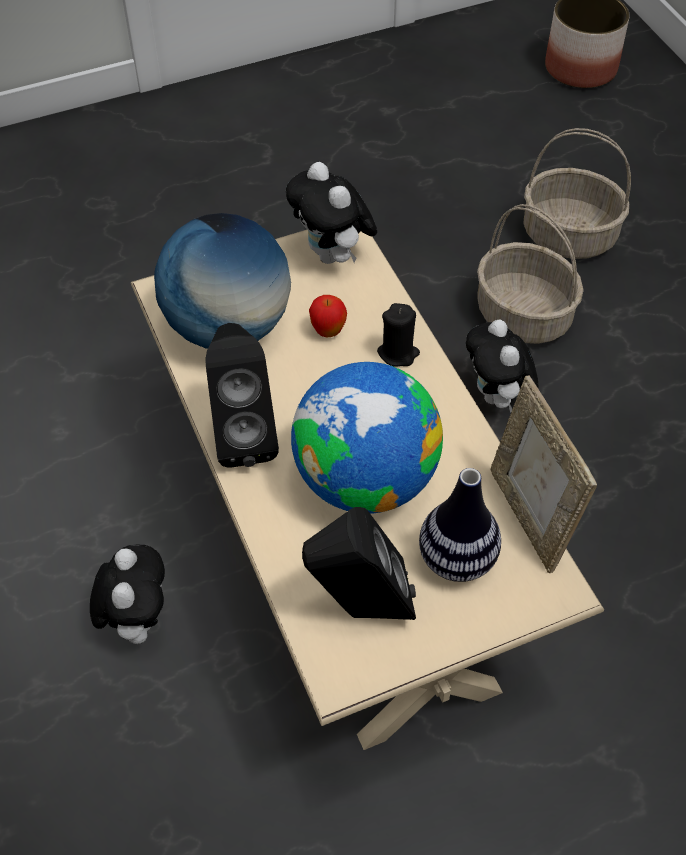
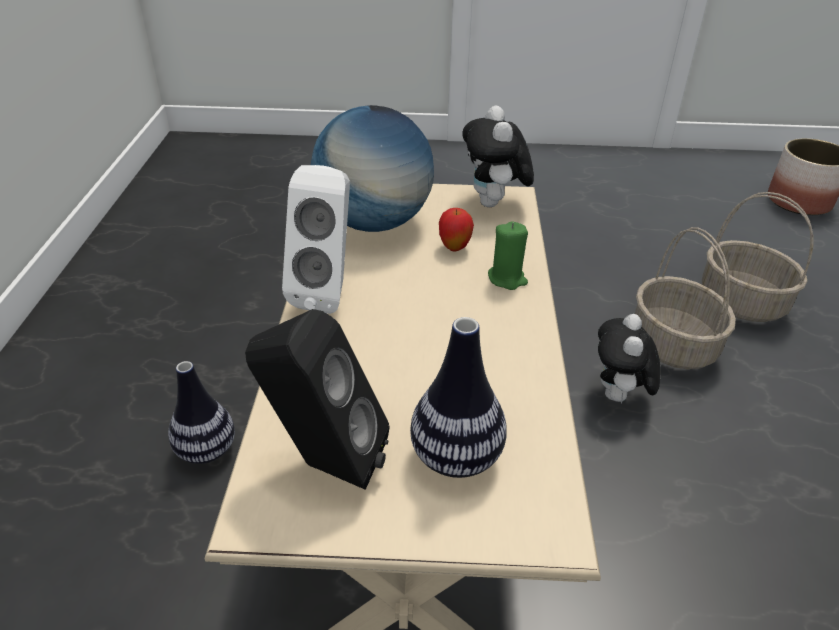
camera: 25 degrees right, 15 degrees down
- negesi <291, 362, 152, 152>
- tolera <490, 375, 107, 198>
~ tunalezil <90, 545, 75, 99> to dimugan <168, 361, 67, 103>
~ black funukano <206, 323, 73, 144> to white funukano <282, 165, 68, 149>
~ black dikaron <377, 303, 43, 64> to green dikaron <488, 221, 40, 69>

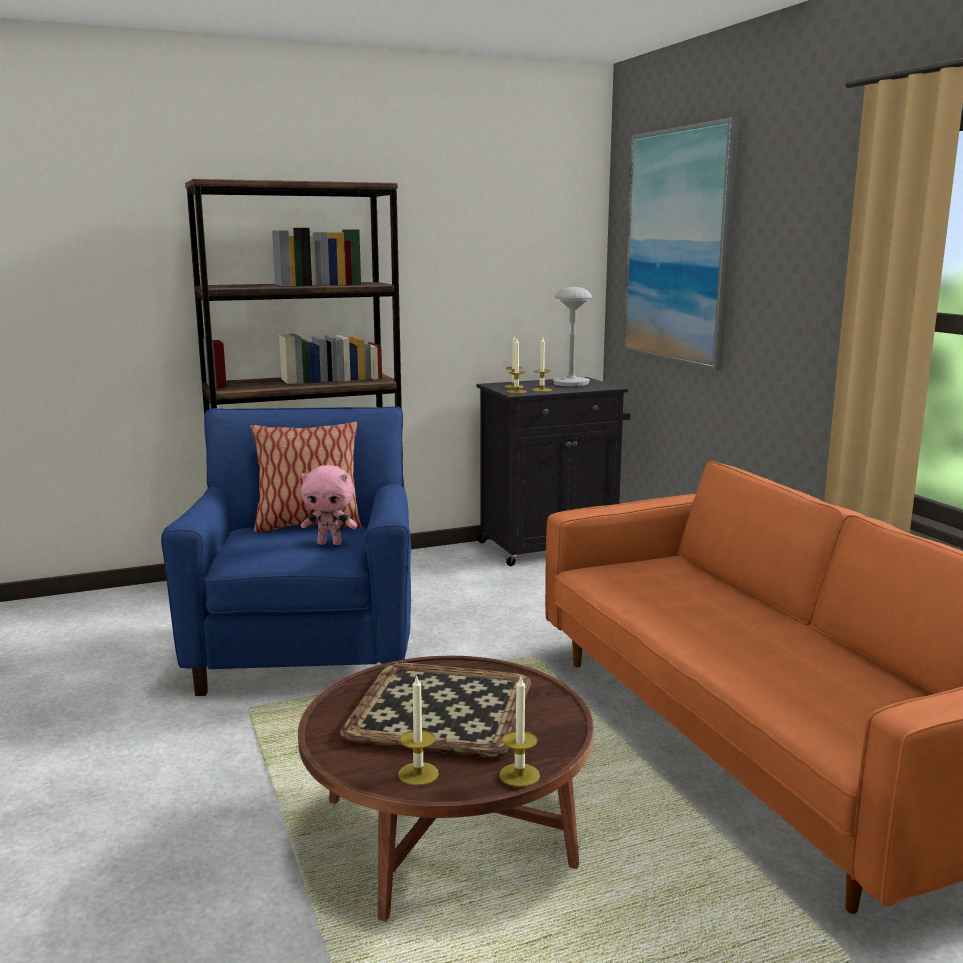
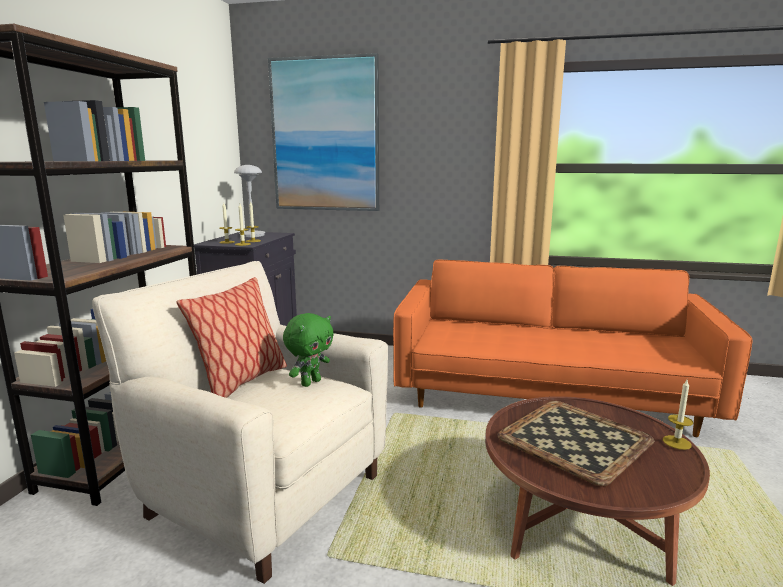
camera: 55 degrees left, 0 degrees up
- dikaron <399, 675, 40, 111>
~ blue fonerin <161, 406, 250, 290> to beige fonerin <92, 261, 296, 323>
~ pink tunalezil <301, 465, 56, 80> to green tunalezil <283, 313, 51, 74>

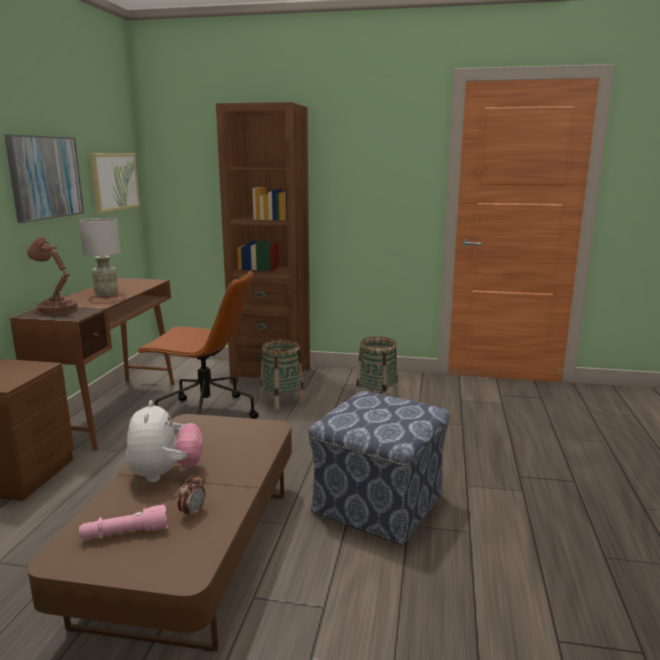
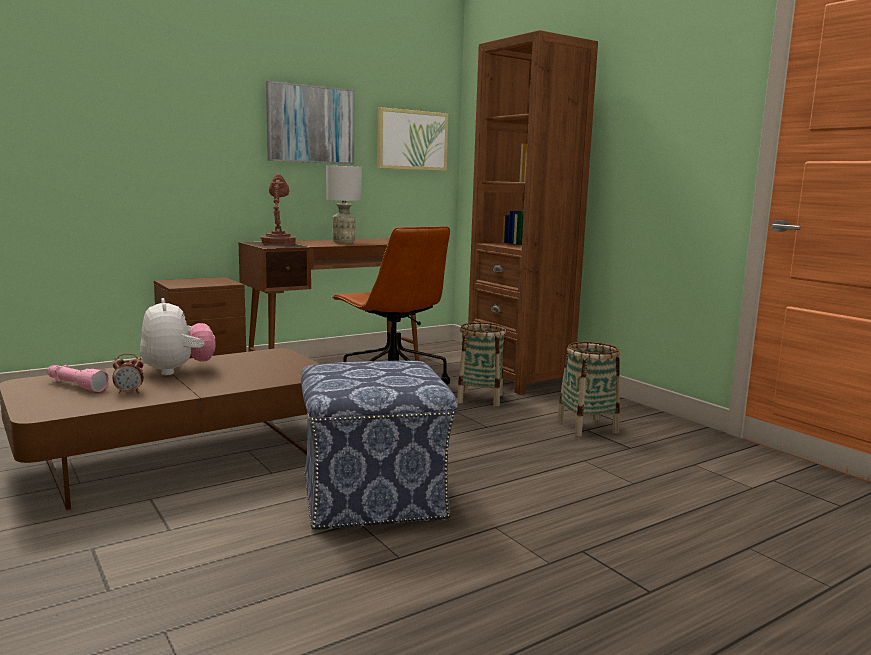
camera: 45 degrees right, 5 degrees down
~ tunalezil <126, 400, 76, 82> = <140, 298, 76, 77> 60 degrees counterclockwise

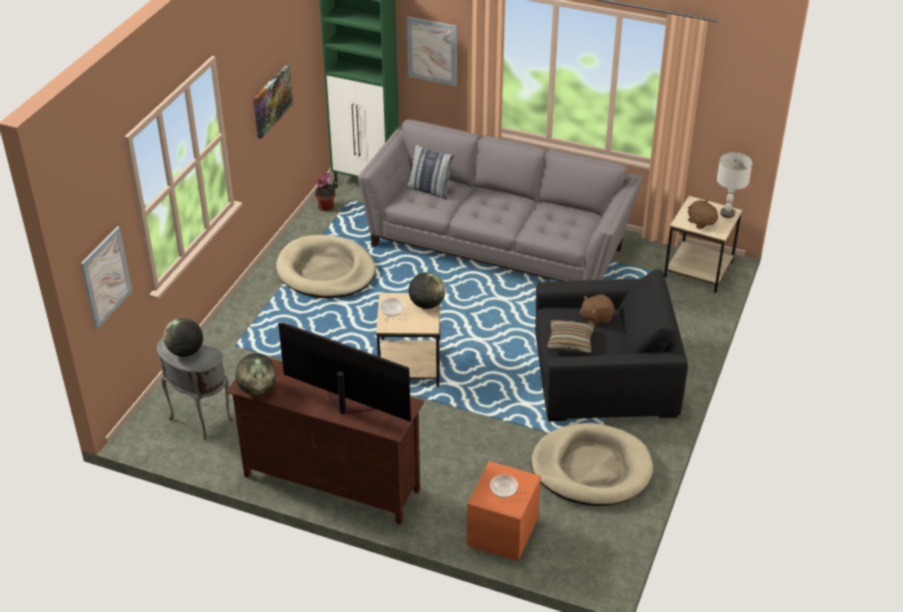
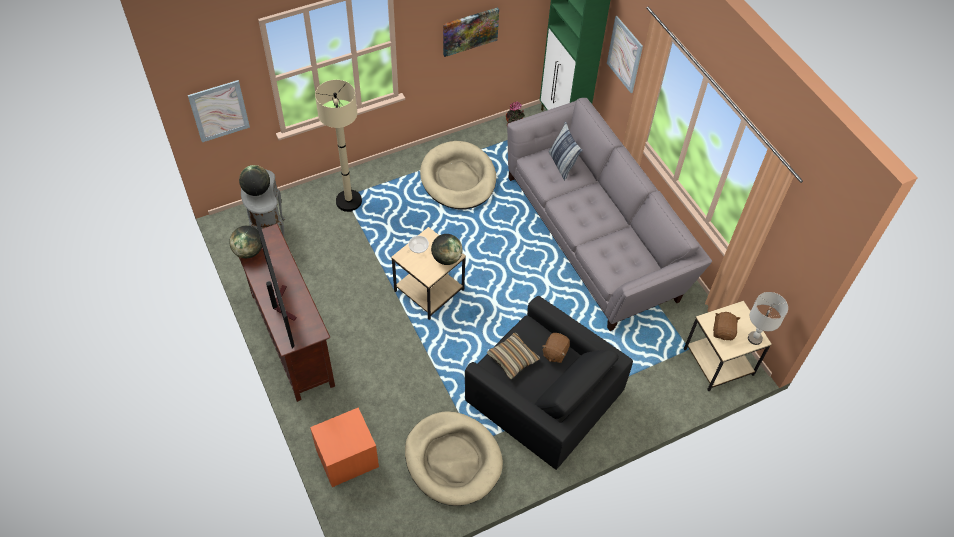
camera: 40 degrees right, 15 degrees up
- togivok <490, 475, 28, 23>
+ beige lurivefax <315, 80, 47, 132>
~ brown tunalezil <579, 294, 36, 31> = <542, 333, 28, 30> 90 degrees counterclockwise

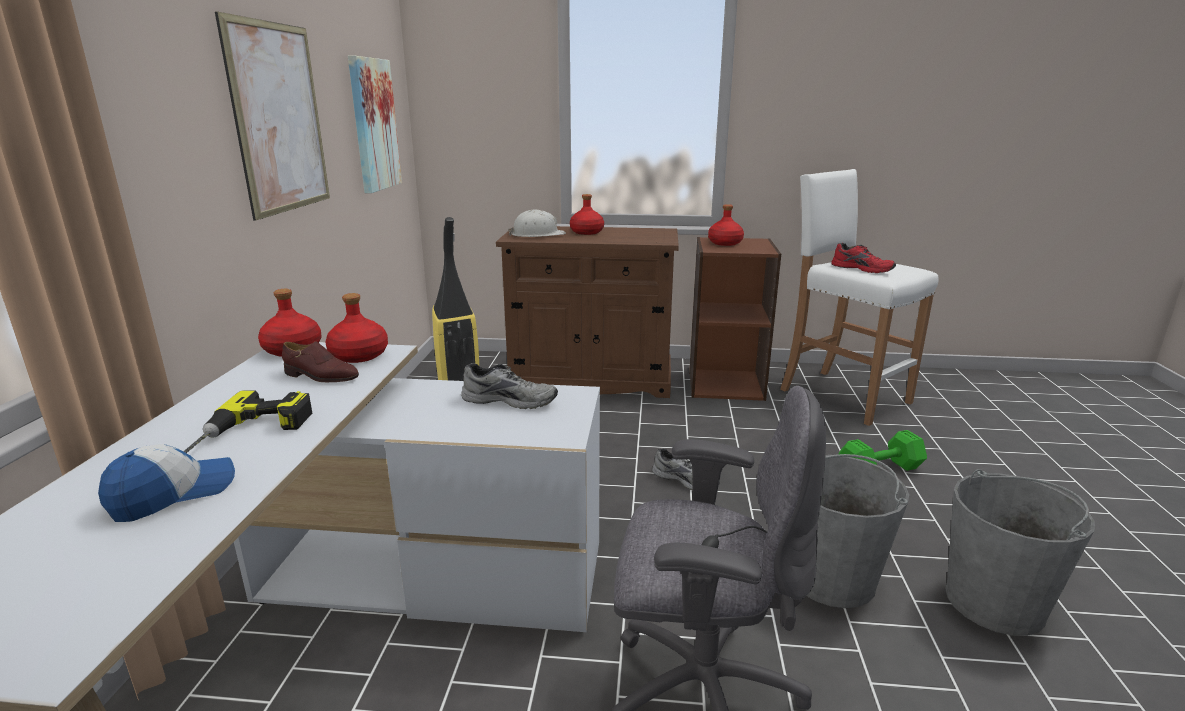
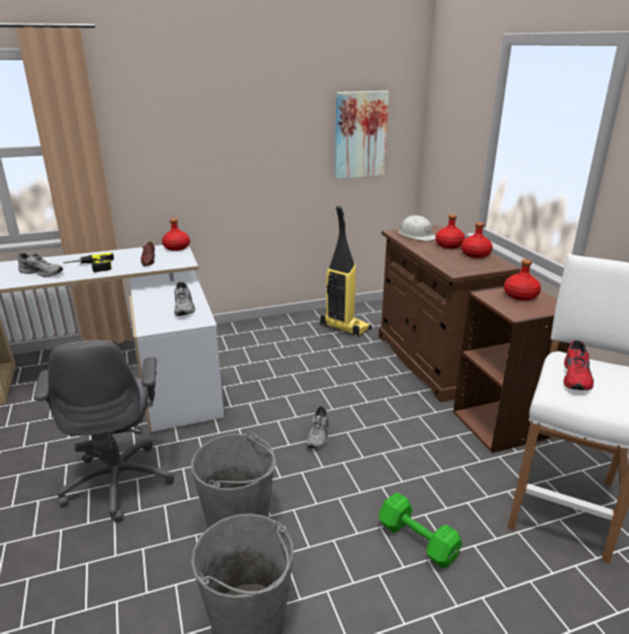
camera: 65 degrees right, 5 degrees up
- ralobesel <215, 11, 115, 210>
~ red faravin <325, 293, 63, 70> to <461, 222, 32, 36>
~ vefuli <98, 444, 137, 78> to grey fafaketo <18, 253, 45, 24>

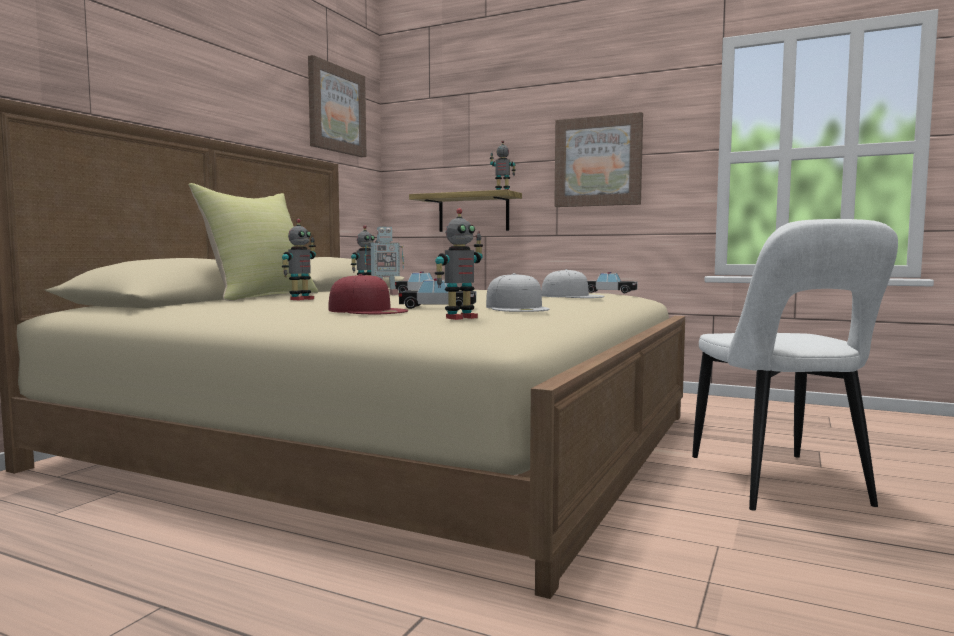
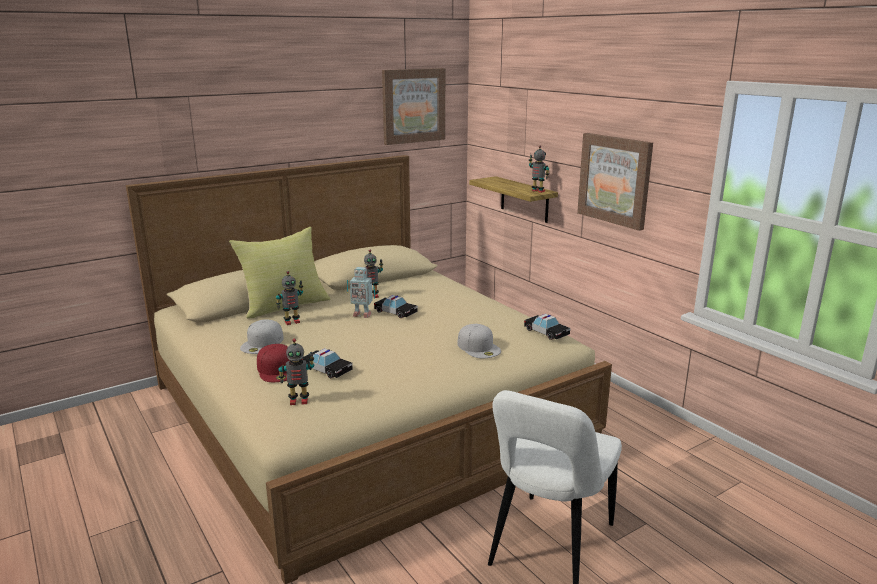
camera: 30 degrees right, 15 degrees up
~ white vefuli <486, 273, 64, 39> to <240, 320, 44, 34>

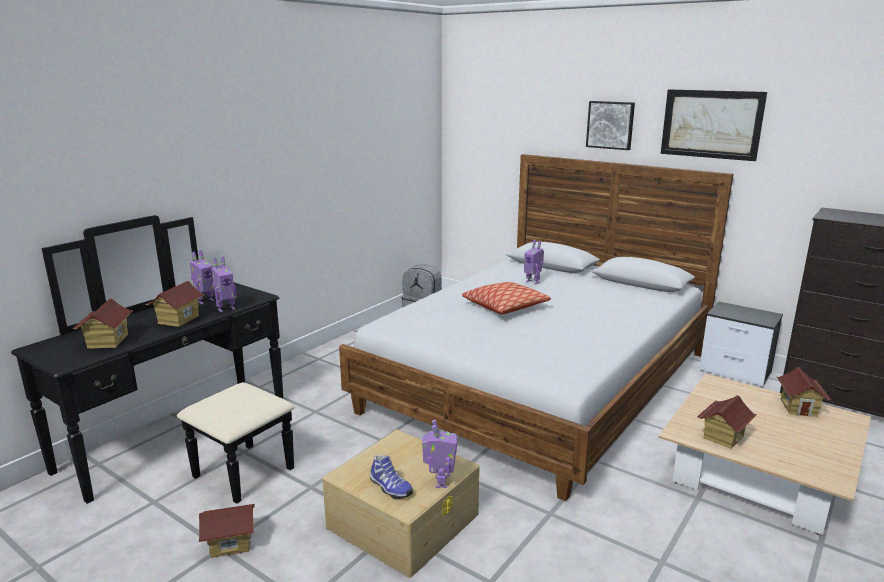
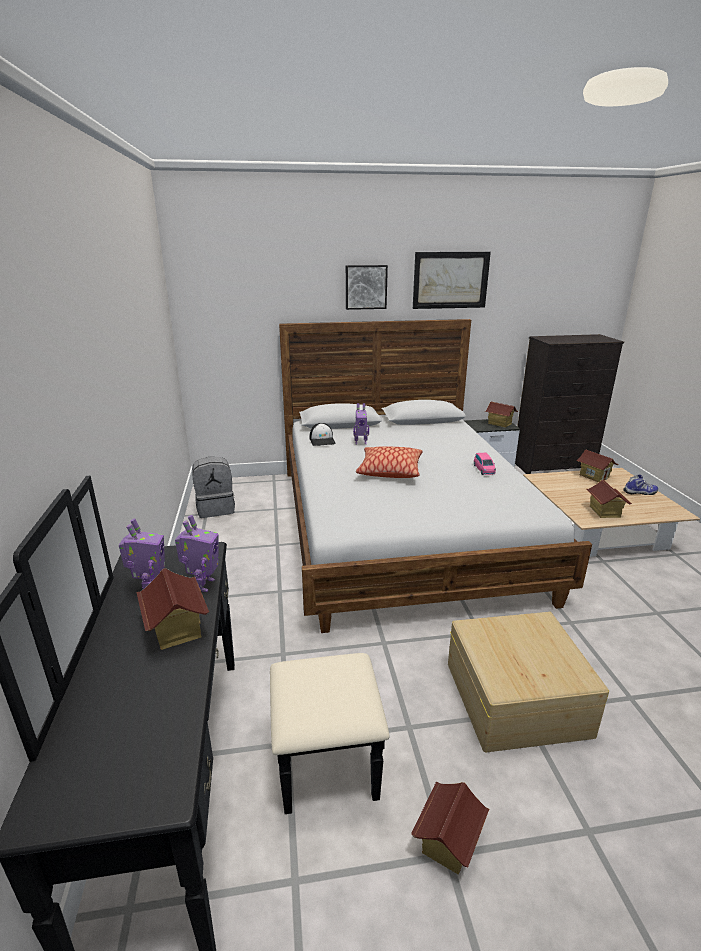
camera: 45 degrees left, 5 degrees up
- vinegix <422, 420, 35, 68>
+ vefuli <309, 423, 27, 23>
+ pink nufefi <474, 453, 22, 22>
~ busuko <72, 299, 61, 50> to <485, 402, 33, 26>
~ fafaketo <370, 455, 43, 44> to <623, 474, 35, 21>

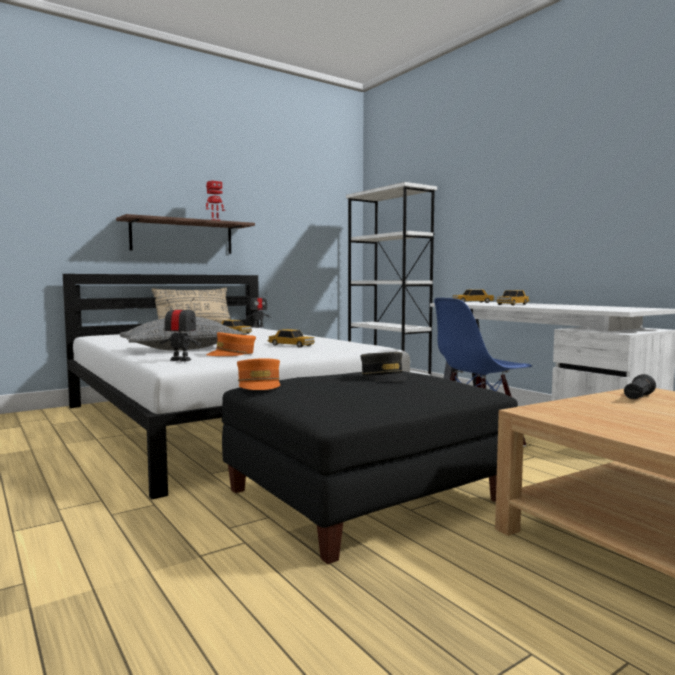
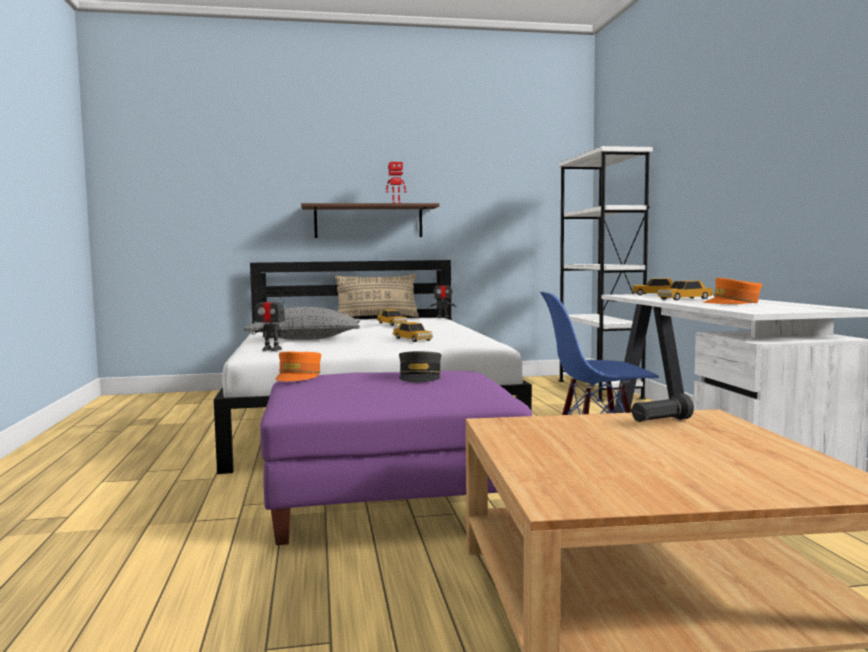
camera: 25 degrees right, 0 degrees up
~ orange vefuli <206, 332, 50, 24> to <703, 278, 59, 26>
~ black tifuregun <222, 371, 296, 193> to purple tifuregun <260, 371, 272, 174>
~ vinegix <160, 298, 41, 63> = <251, 291, 41, 60> 150 degrees clockwise

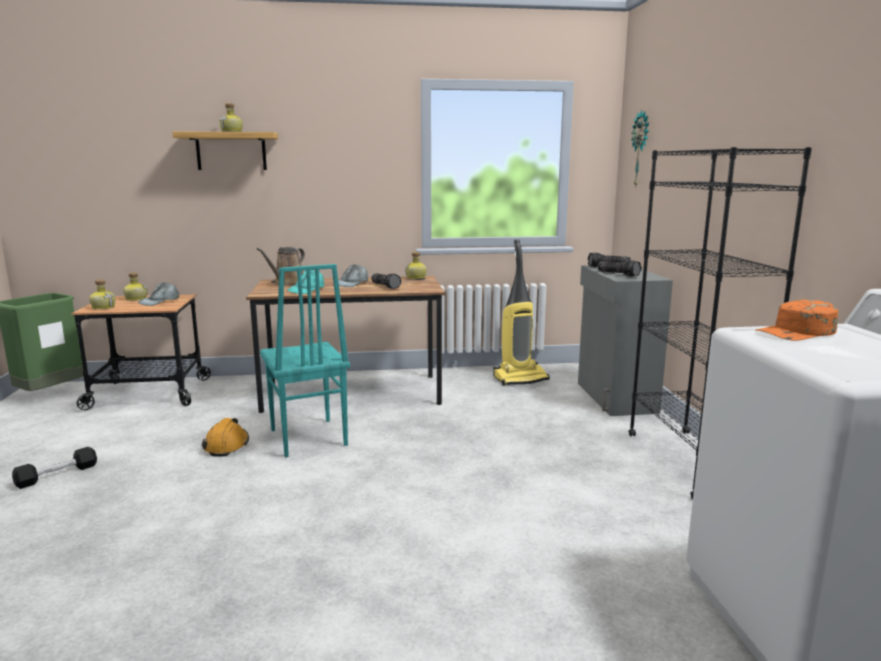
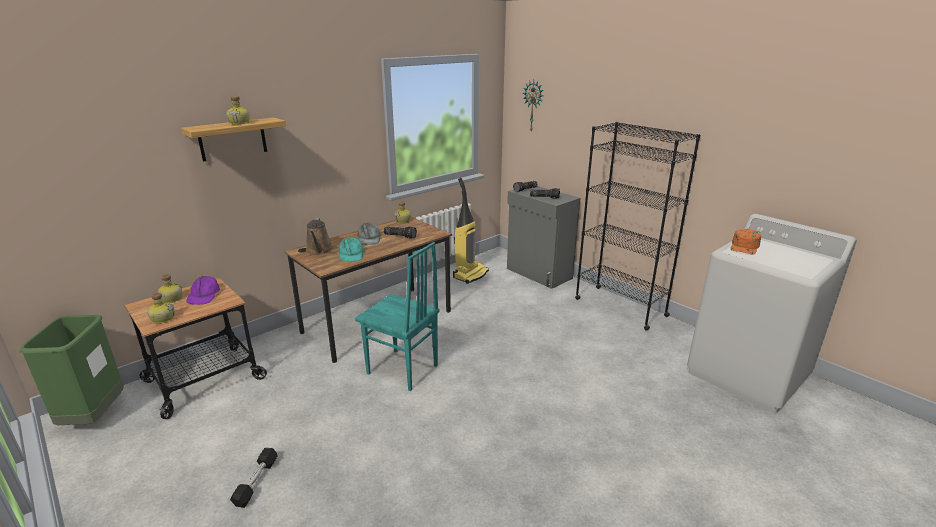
camera: 35 degrees left, 10 degrees up
- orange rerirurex <202, 418, 47, 39>
~ grey vefuli <138, 282, 41, 24> to purple vefuli <186, 276, 34, 29>

